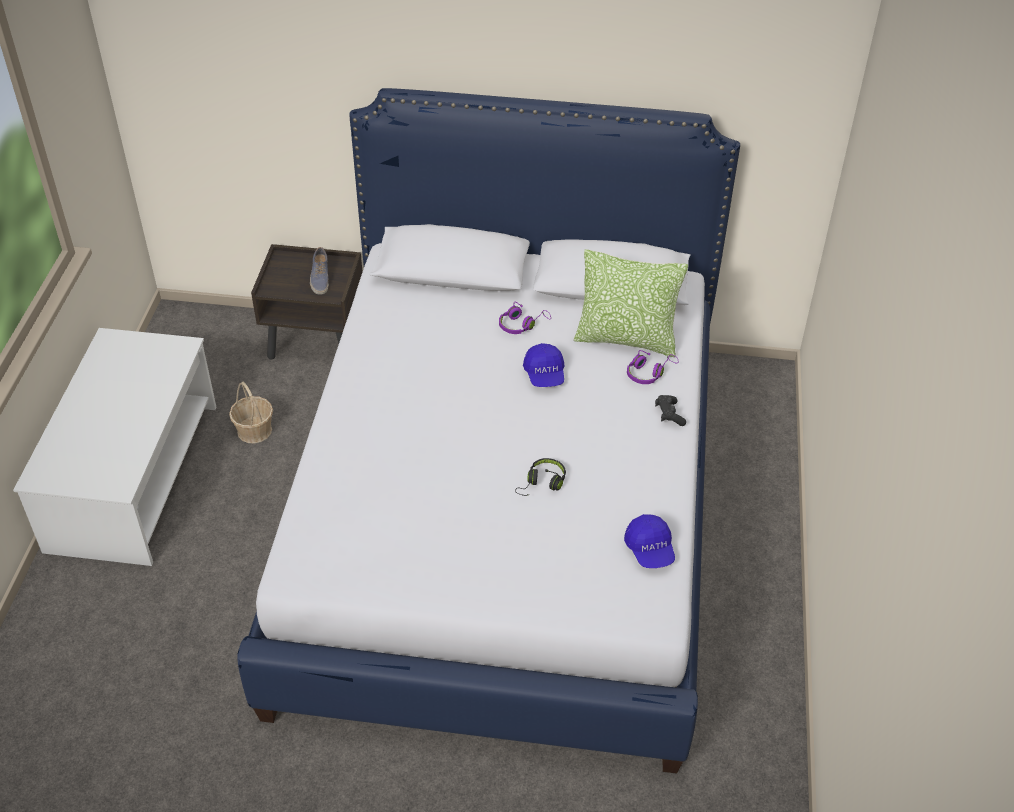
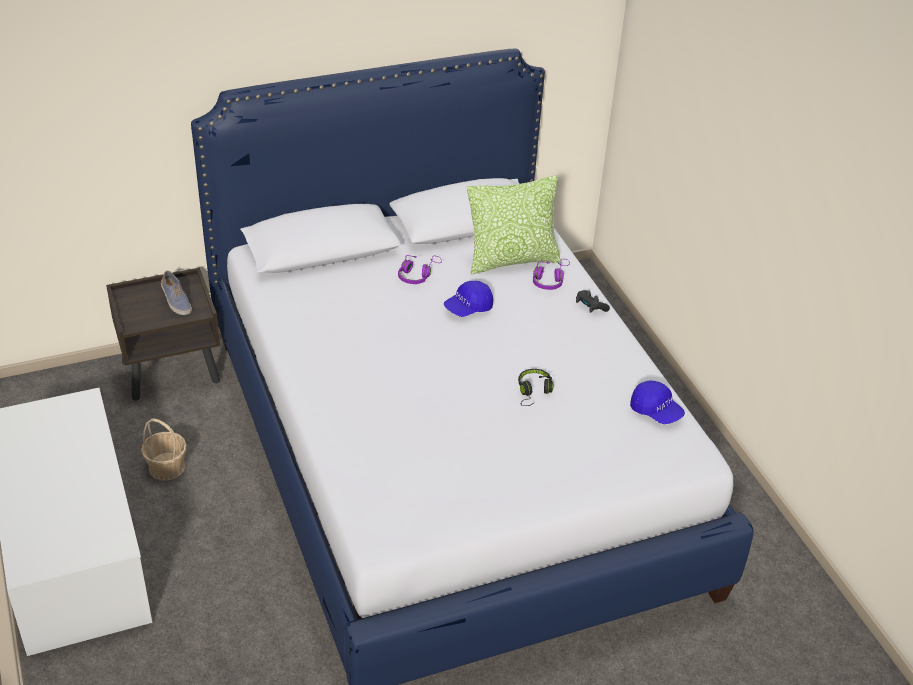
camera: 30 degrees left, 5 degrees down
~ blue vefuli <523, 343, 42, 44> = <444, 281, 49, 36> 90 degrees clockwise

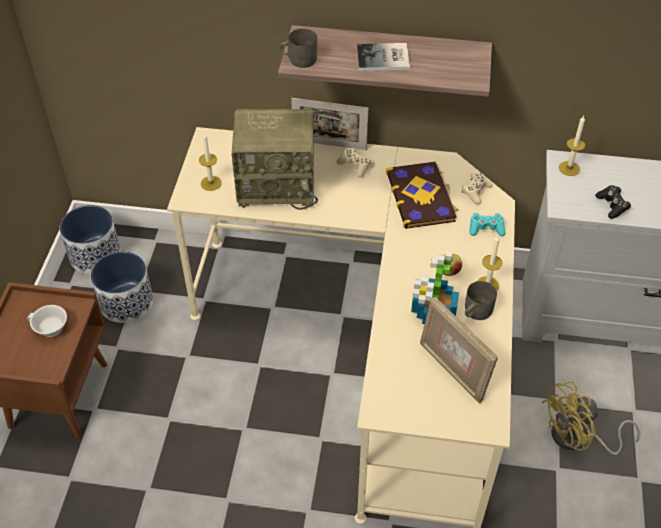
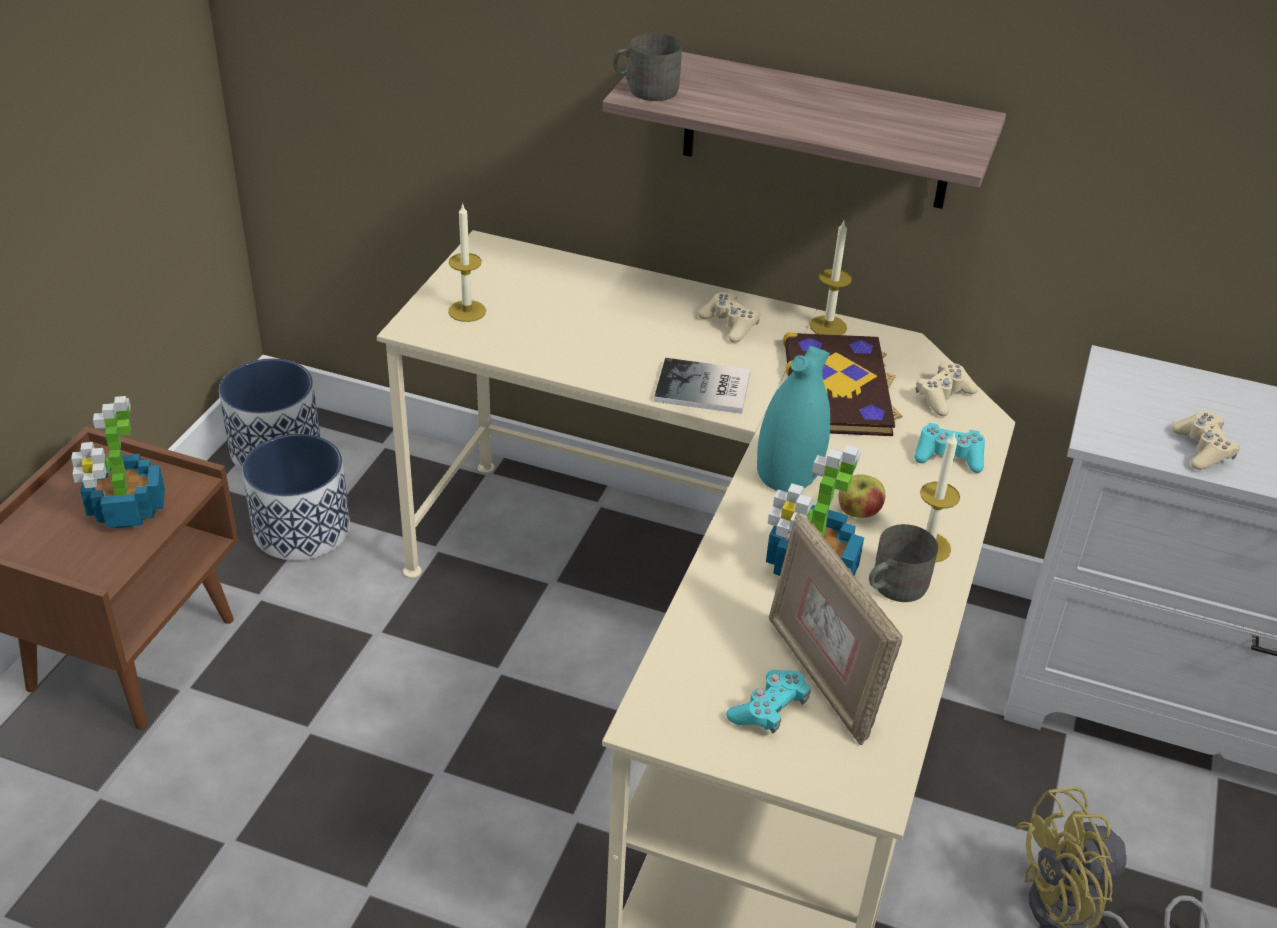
camera: 10 degrees right, 10 degrees down
- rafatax <232, 109, 86, 101>
- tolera <291, 98, 77, 52>
+ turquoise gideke <726, 670, 85, 63>
+ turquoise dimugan <757, 346, 73, 146>
~ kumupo <357, 43, 53, 28> to <654, 358, 97, 56>
~ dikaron <559, 116, 26, 60> to <809, 221, 43, 114>
~ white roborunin <27, 305, 40, 32> to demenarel <71, 396, 94, 133>
~ black gideke <596, 185, 35, 34> to beige gideke <1172, 411, 67, 59>

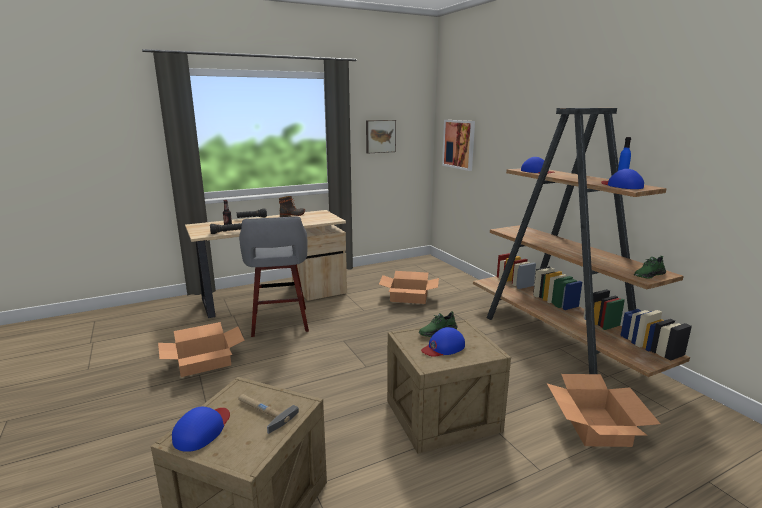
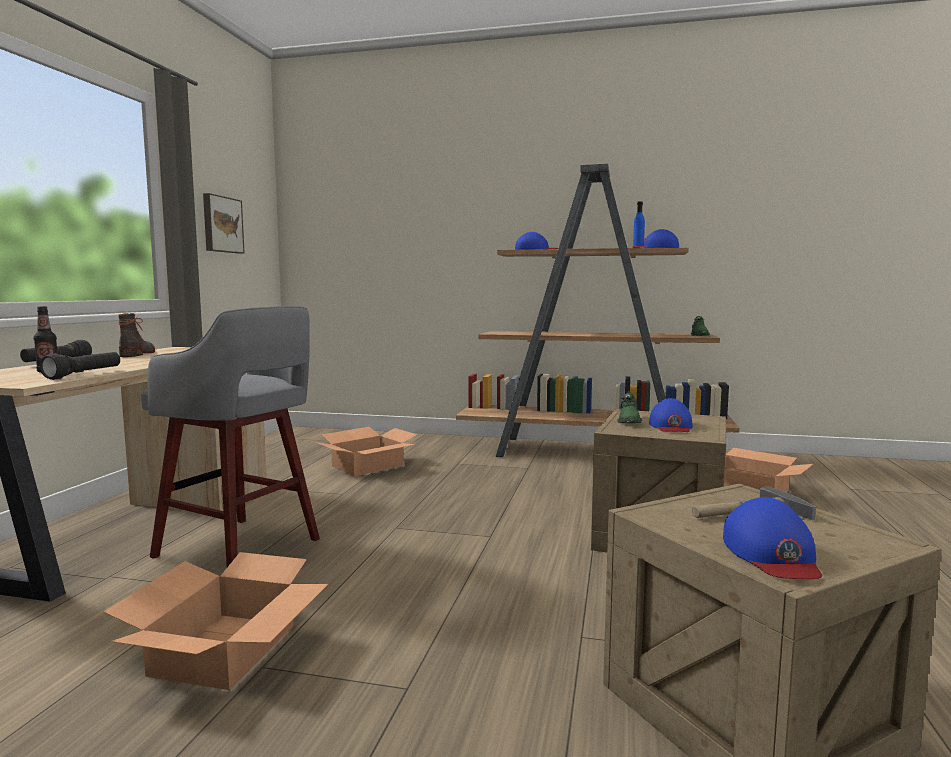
camera: 50 degrees left, 10 degrees down
- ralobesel <442, 120, 33, 51>
~ blue vefuli <172, 407, 58, 45> = <723, 497, 99, 82> 150 degrees counterclockwise

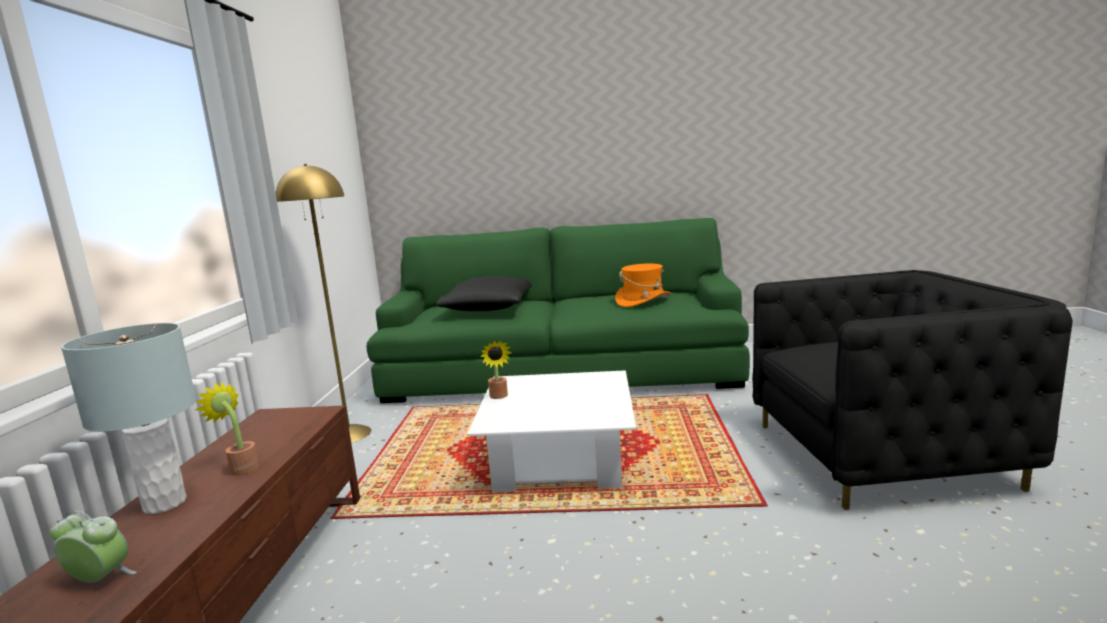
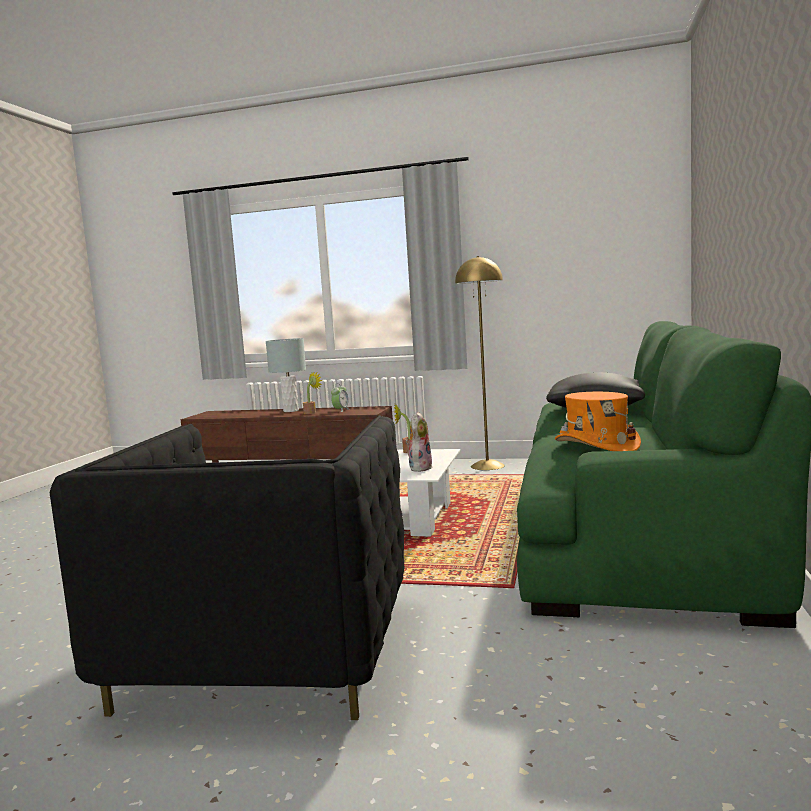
camera: 100 degrees right, 5 degrees down
+ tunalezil <405, 412, 28, 60>
~ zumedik <50, 510, 87, 73> to <331, 383, 18, 29>

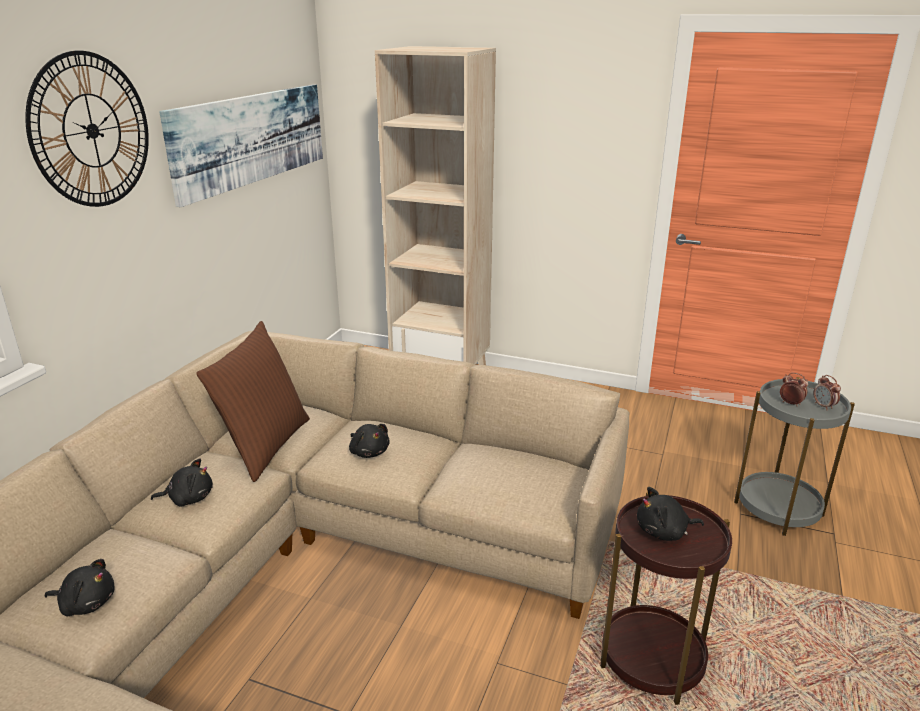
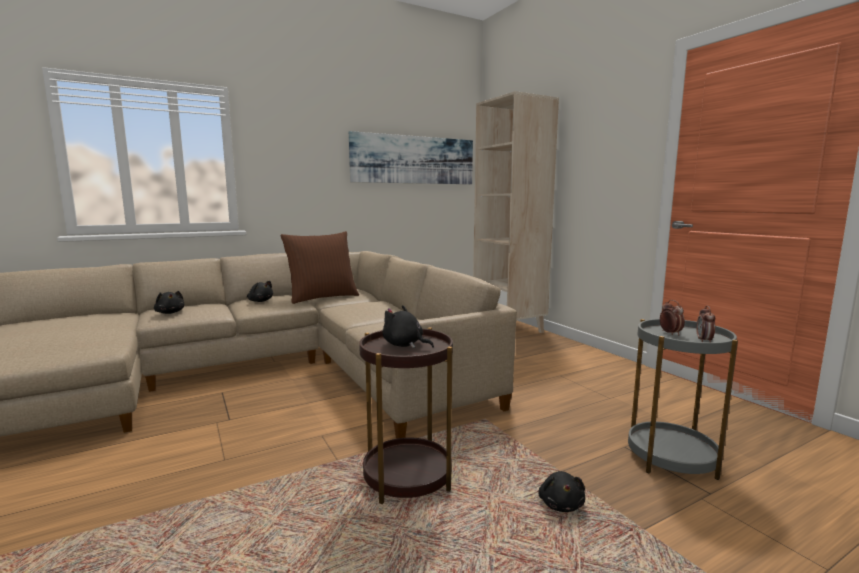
camera: 40 degrees right, 15 degrees down
- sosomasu <25, 51, 124, 156>
~ black tunalezil <349, 424, 41, 34> to <538, 471, 47, 41>

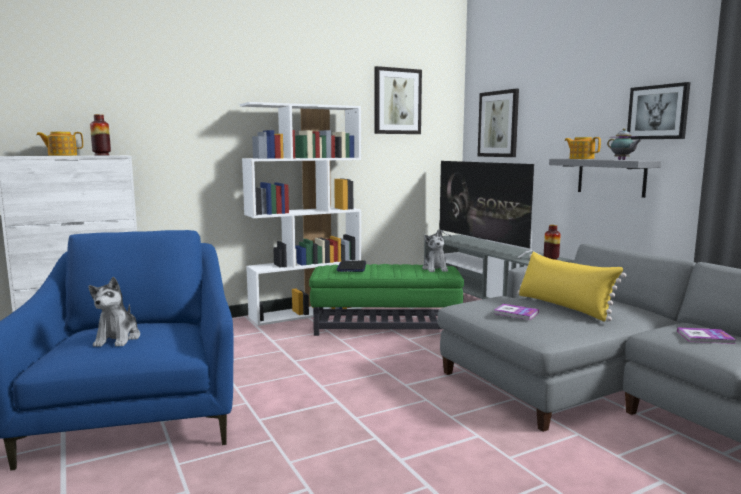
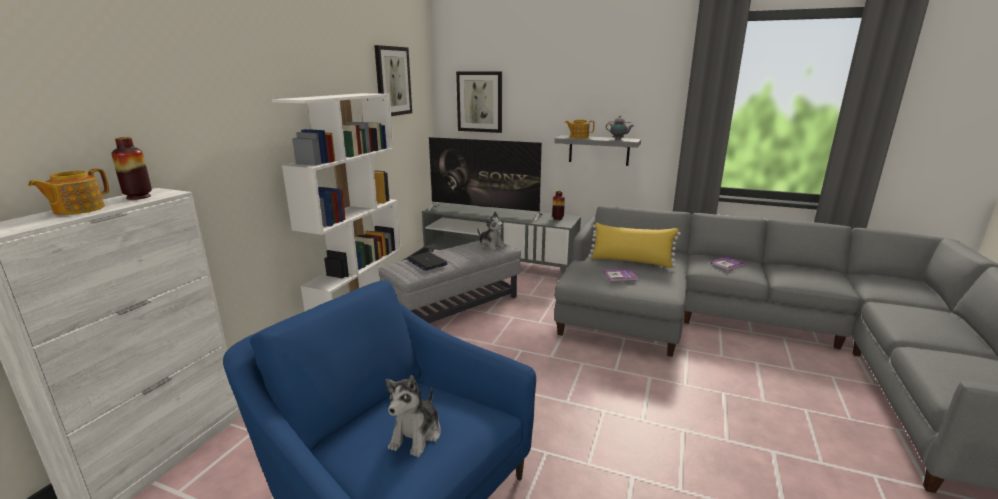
camera: 40 degrees left, 10 degrees up
- ralobesel <627, 82, 64, 58>
~ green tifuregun <309, 264, 155, 72> to grey tifuregun <378, 241, 143, 82>
~ tunalezil <89, 277, 51, 70> = <385, 375, 56, 82> 60 degrees clockwise

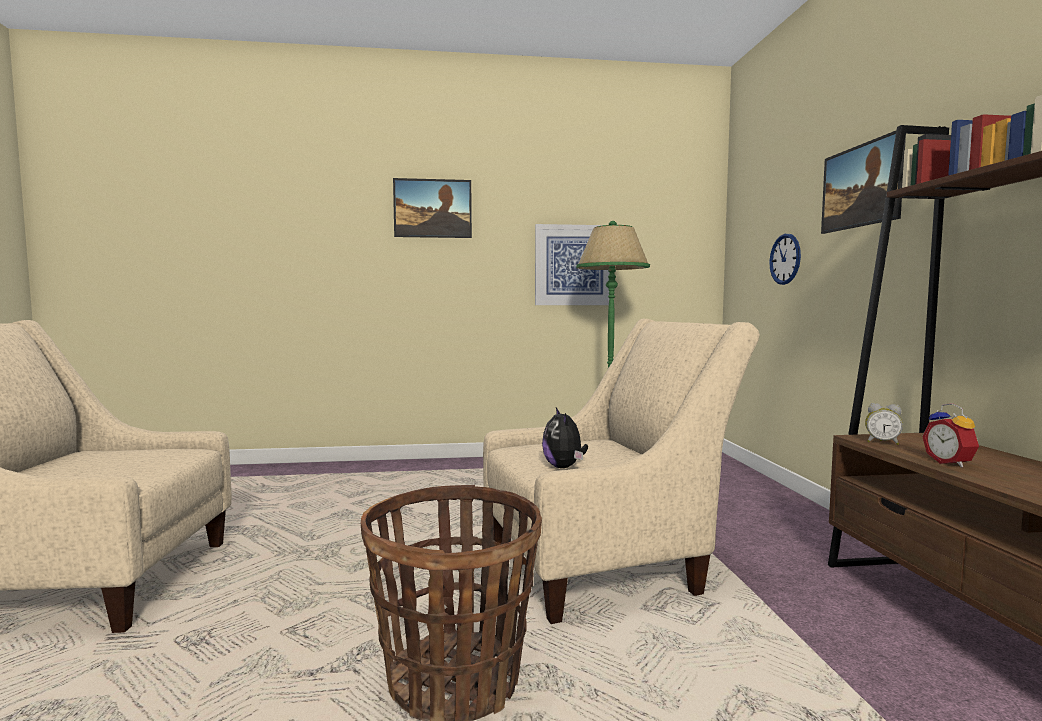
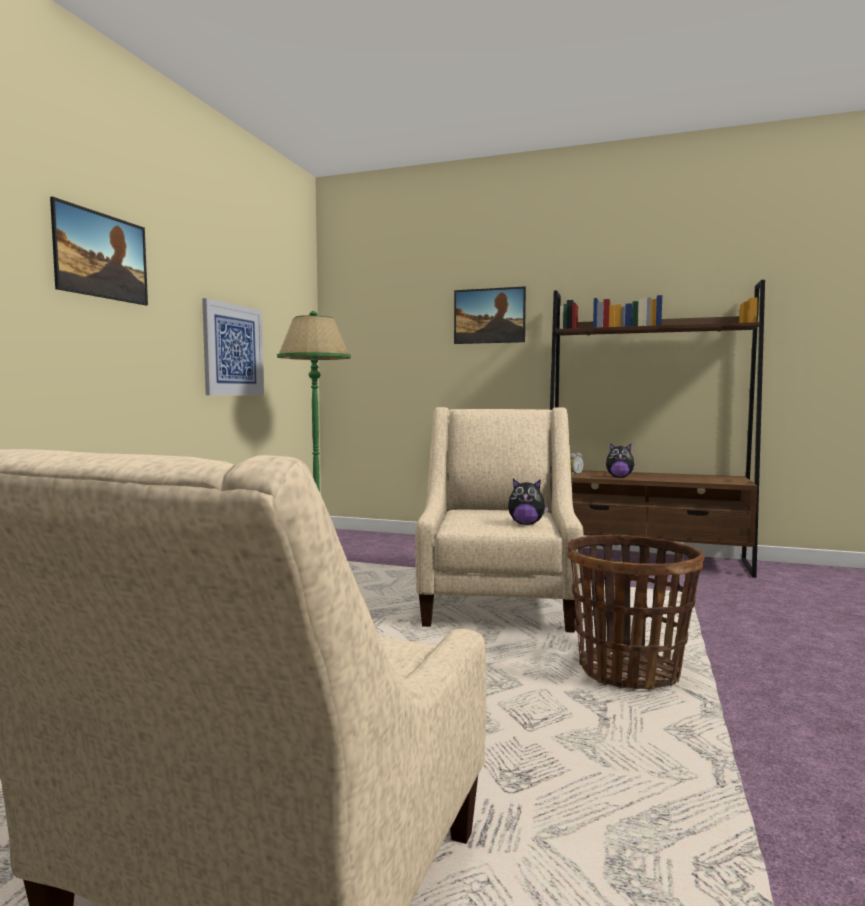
camera: 65 degrees left, 0 degrees up
- sosomasu <769, 234, 32, 51>
~ zumedik <922, 403, 57, 65> to tunalezil <606, 443, 30, 35>

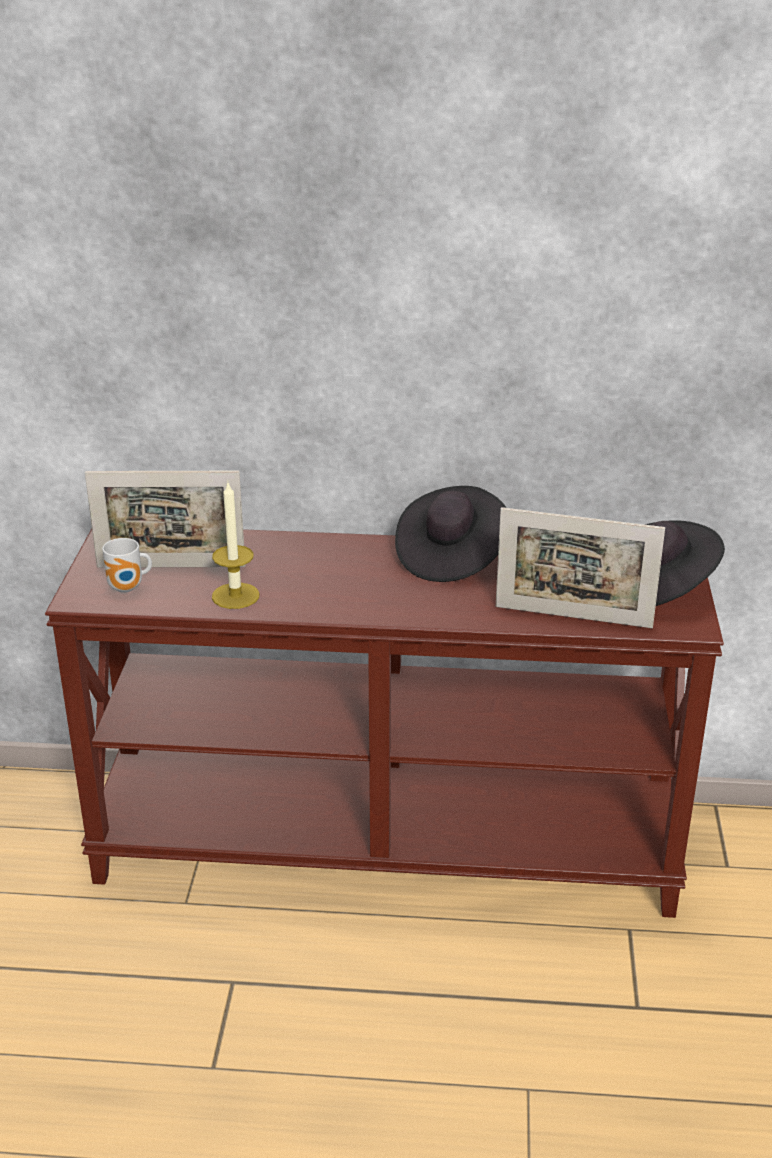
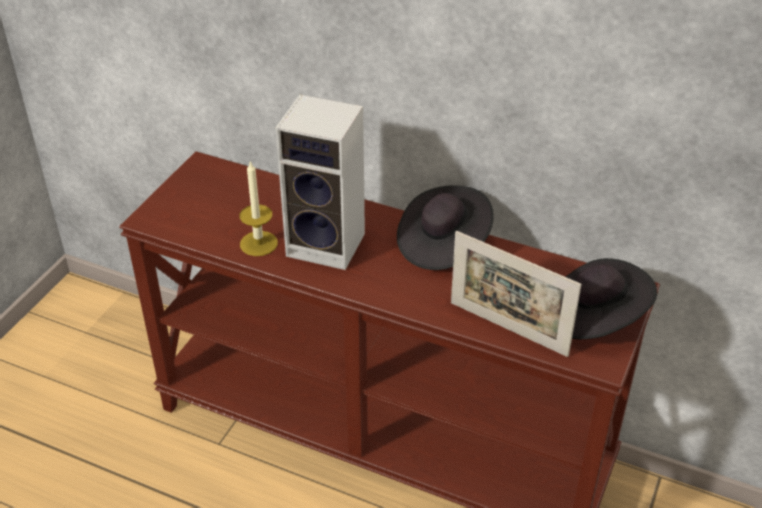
camera: 20 degrees right, 10 degrees up
- tolera <85, 471, 160, 97>
- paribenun <102, 538, 50, 55>
+ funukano <275, 95, 90, 175>

